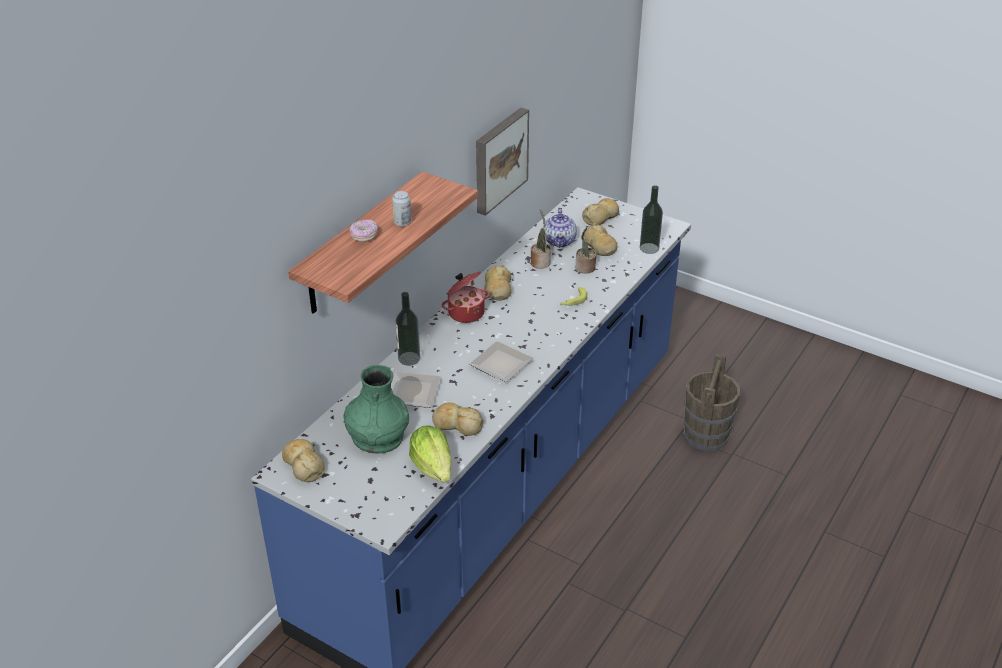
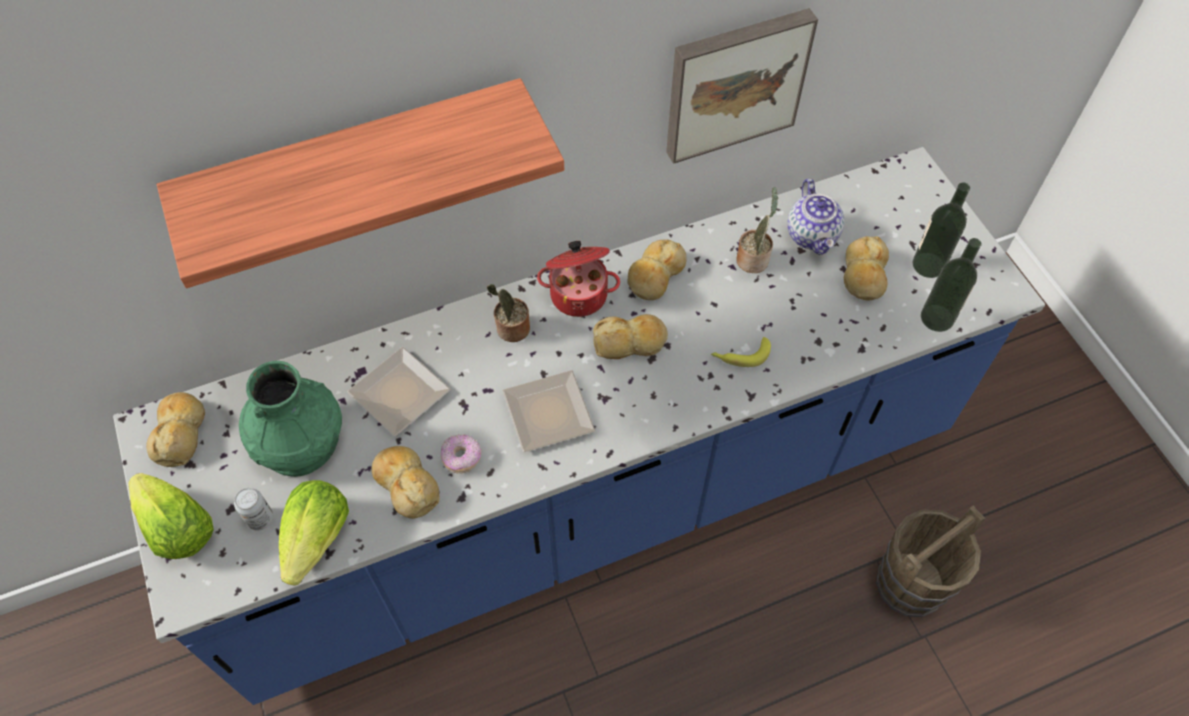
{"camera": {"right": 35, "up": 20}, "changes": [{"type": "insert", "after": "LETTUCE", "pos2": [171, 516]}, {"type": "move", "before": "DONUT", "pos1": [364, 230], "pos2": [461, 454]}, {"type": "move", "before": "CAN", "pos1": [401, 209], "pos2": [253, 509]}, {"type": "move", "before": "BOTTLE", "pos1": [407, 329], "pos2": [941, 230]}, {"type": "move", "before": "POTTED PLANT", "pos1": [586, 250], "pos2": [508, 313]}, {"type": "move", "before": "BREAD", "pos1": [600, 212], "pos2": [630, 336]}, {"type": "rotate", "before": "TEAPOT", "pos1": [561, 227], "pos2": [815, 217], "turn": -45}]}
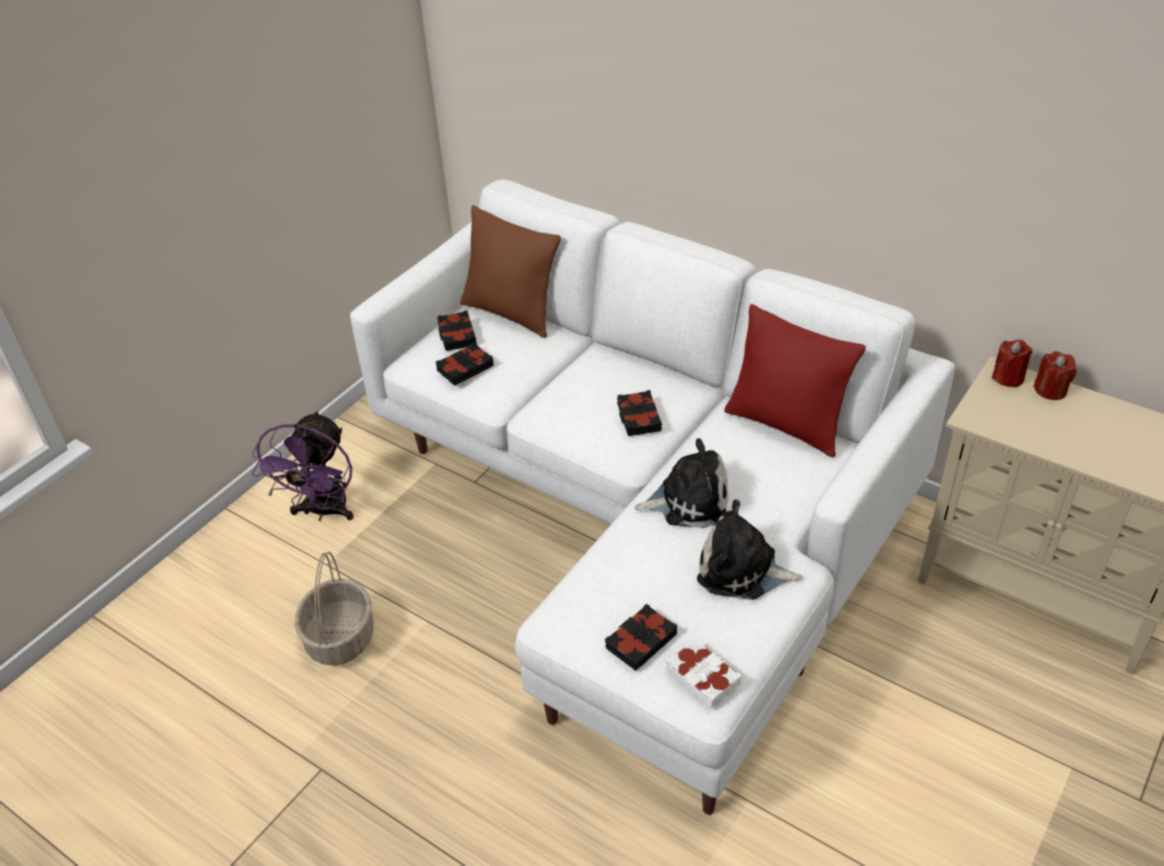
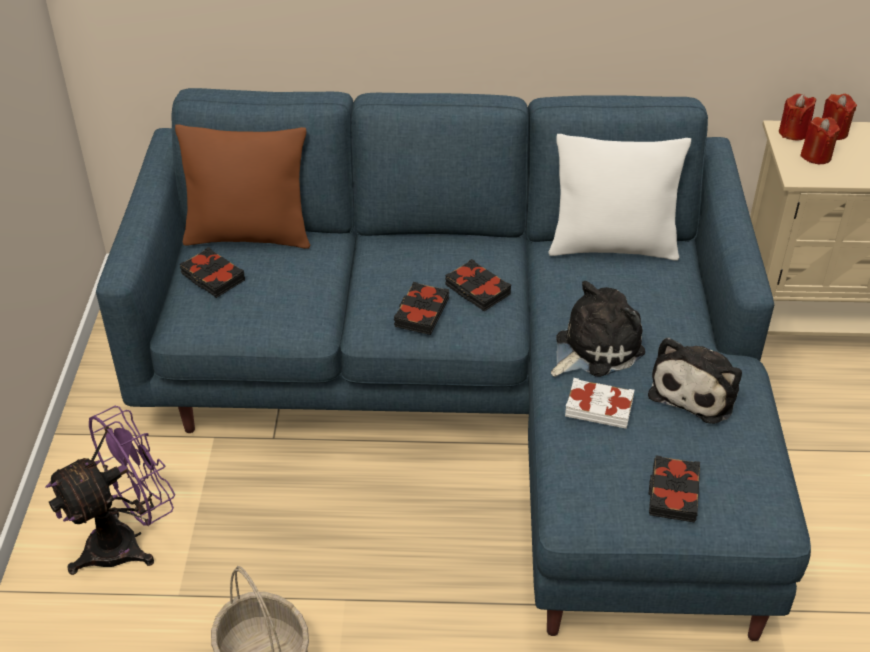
{"camera": {"right": -35, "up": 0}, "changes": [{"type": "insert", "after": "RED CANDLE", "pos2": [820, 140]}, {"type": "move", "before": "BLACK BOOK", "pos1": [465, 364], "pos2": [421, 308]}, {"type": "move", "before": "WHITE BOOK", "pos1": [704, 673], "pos2": [599, 403]}, {"type": "recolor", "before": "WHITE SOFA", "after": "BLUE SOFA", "pos1": [652, 497], "pos2": [453, 364]}, {"type": "recolor", "before": "RED PILLOW", "after": "WHITE PILLOW", "pos1": [795, 380], "pos2": [619, 197]}, {"type": "rotate", "before": "PURPLE FAN", "pos1": [303, 465], "pos2": [110, 490], "turn": -105}, {"type": "rotate", "before": "PLUSH TOY", "pos1": [750, 549], "pos2": [695, 380], "turn": -45}]}
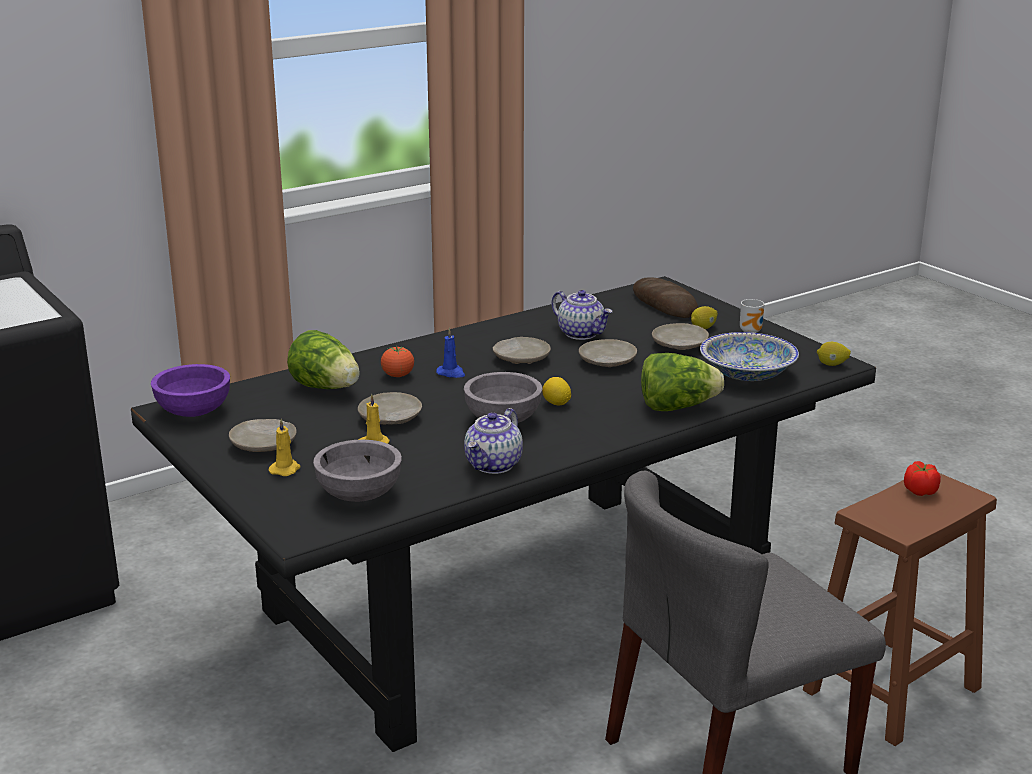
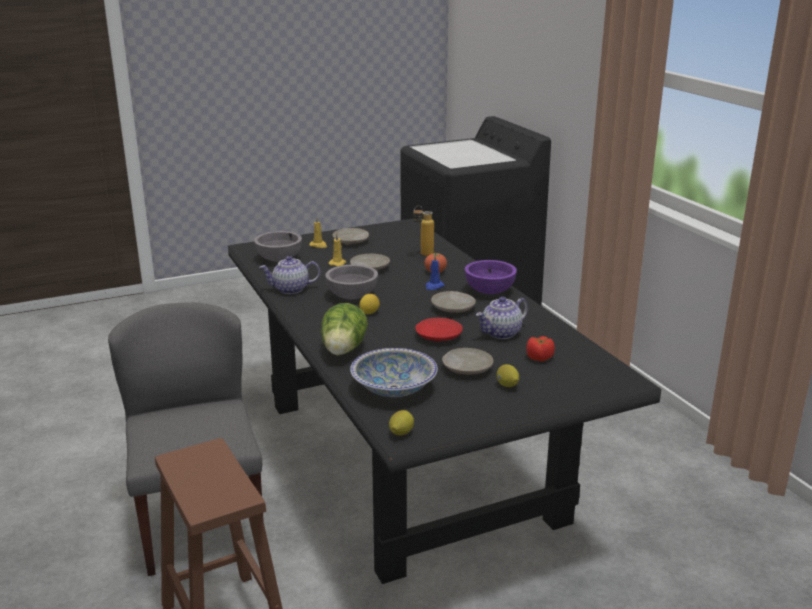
{"camera": {"right": 100, "up": 0}, "changes": [{"type": "delete", "before": "BREAD", "pos1": [665, 297]}, {"type": "delete", "before": "MUG", "pos1": [752, 316]}, {"type": "move", "before": "PURPLE BOWL", "pos1": [190, 390], "pos2": [491, 277]}, {"type": "move", "before": "TOMATO", "pos1": [922, 478], "pos2": [540, 348]}, {"type": "replace", "before": "LETTUCE", "after": "BOTTLE", "pos1": [323, 359], "pos2": [423, 230]}, {"type": "recolor", "before": "BEIGE PLATE", "after": "RED PLATE", "pos1": [608, 353], "pos2": [439, 330]}, {"type": "rotate", "before": "TEAPOT", "pos1": [493, 441], "pos2": [289, 275], "turn": -45}]}
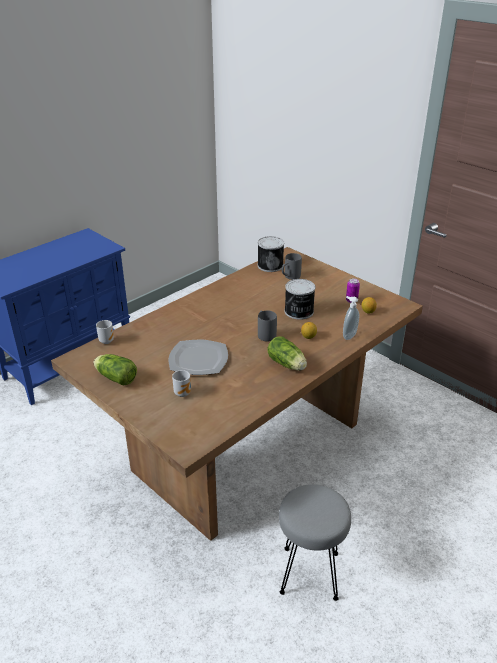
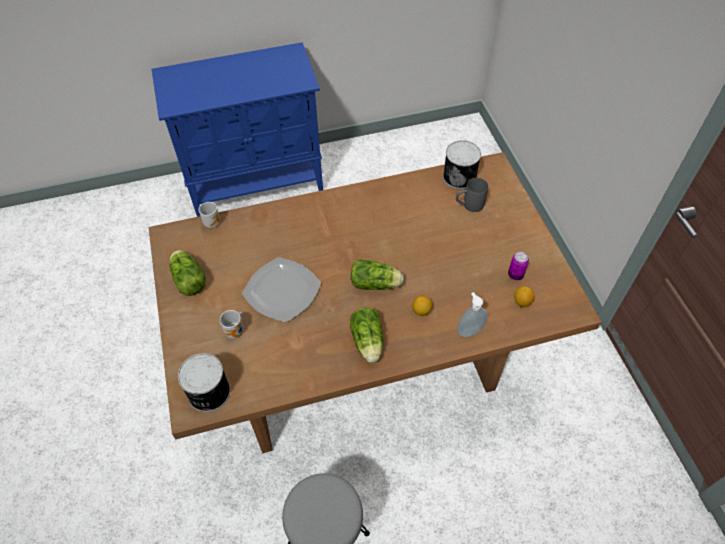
{"camera": {"right": 30, "up": 20}, "changes": [{"type": "move", "before": "CAN", "pos1": [300, 299], "pos2": [204, 382]}, {"type": "replace", "before": "GREY MUG", "after": "LETTUCE", "pos1": [267, 325], "pos2": [377, 274]}]}
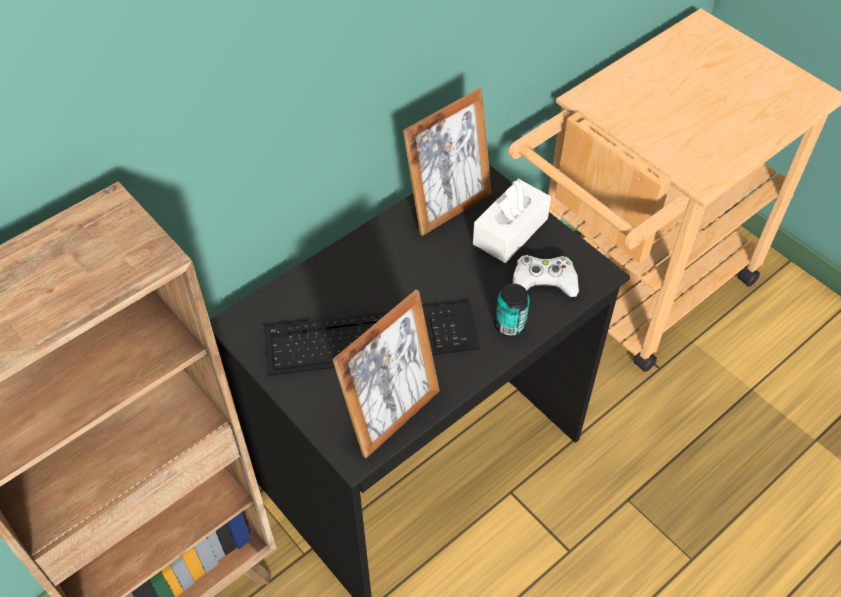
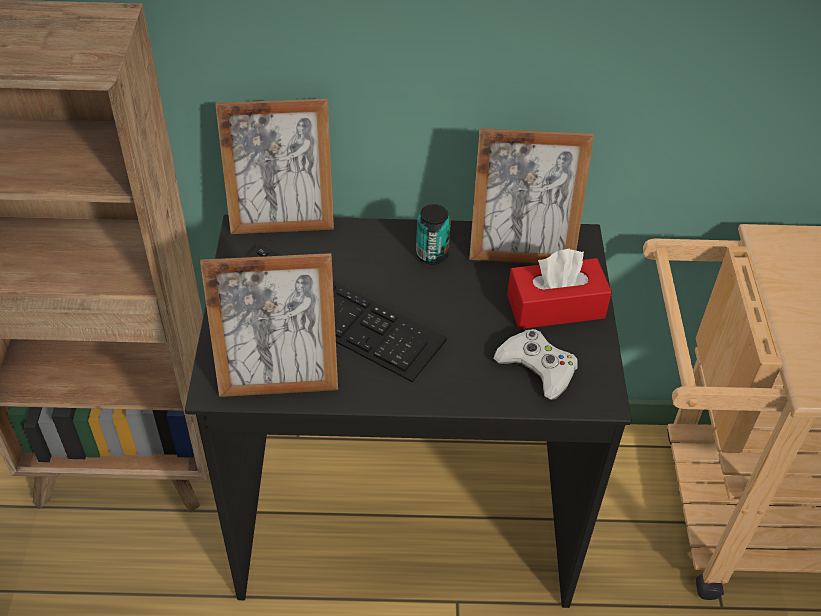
{"camera": {"right": 40, "up": -5}, "changes": [{"type": "insert", "after": "PICTURE FRAME", "pos2": [274, 166]}, {"type": "move", "before": "CAN", "pos1": [512, 310], "pos2": [433, 234]}, {"type": "recolor", "before": "WHITE TISSUE BOX", "after": "RED TISSUE BOX", "pos1": [512, 221], "pos2": [559, 289]}]}
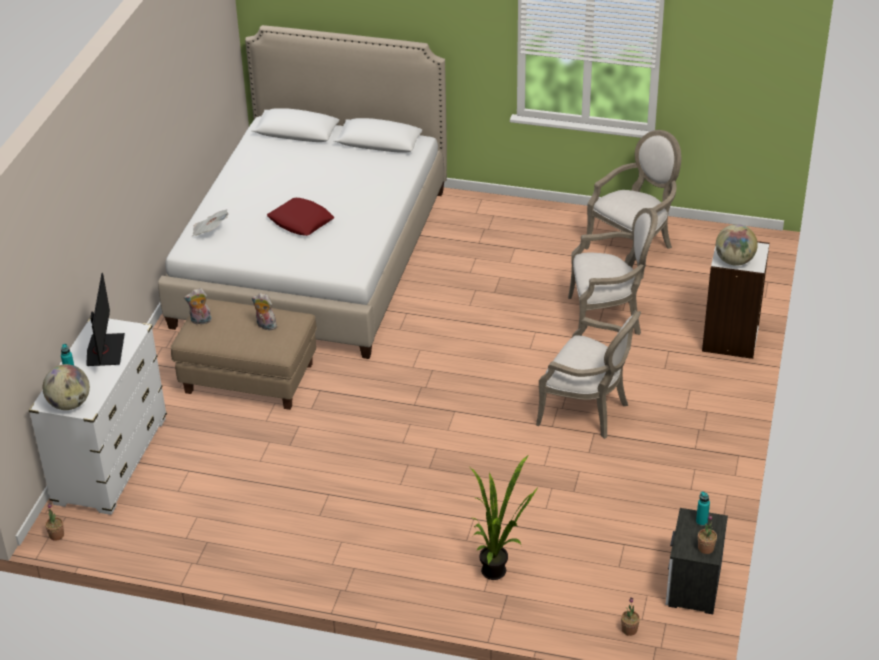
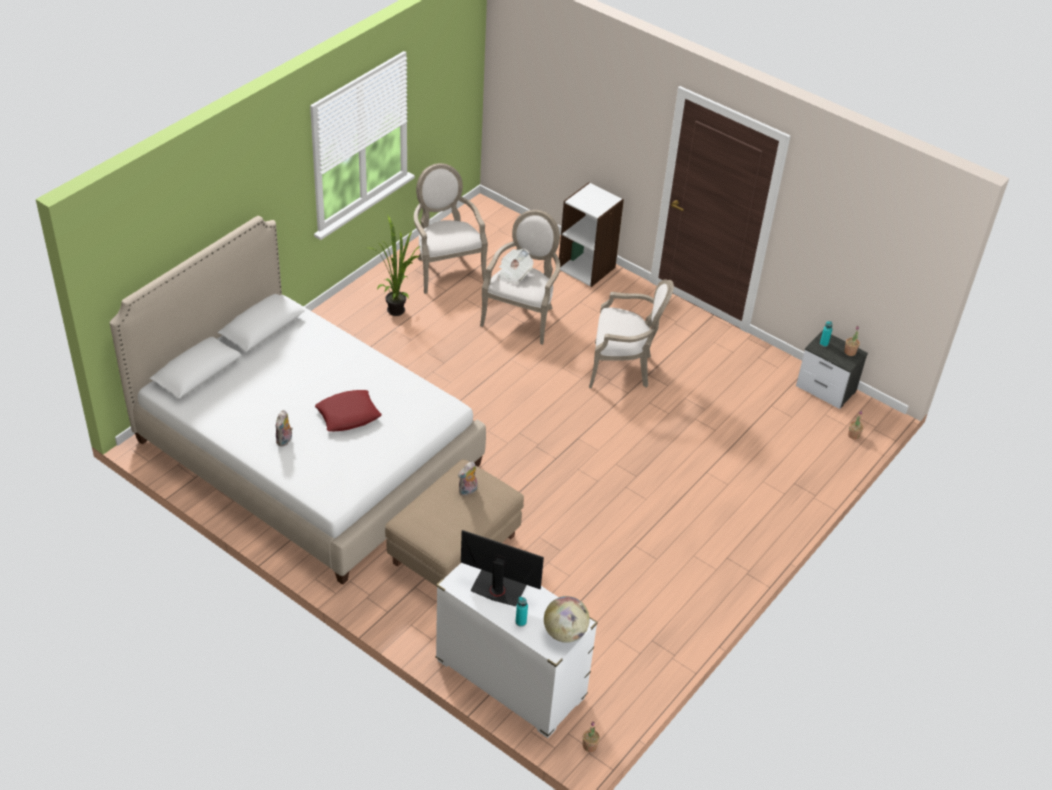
{"camera": {"right": -70, "up": 5}, "changes": [{"type": "delete", "before": "GLOBE", "pos1": [737, 245]}, {"type": "move", "before": "PLUSH TOY", "pos1": [198, 306], "pos2": [284, 428]}, {"type": "move", "before": "NEWSPAPER", "pos1": [210, 222], "pos2": [515, 266]}, {"type": "move", "before": "POTTED PLANT", "pos1": [505, 518], "pos2": [395, 266]}, {"type": "rotate", "before": "ARMCHAIR", "pos1": [588, 374], "pos2": [631, 333], "turn": 45}]}
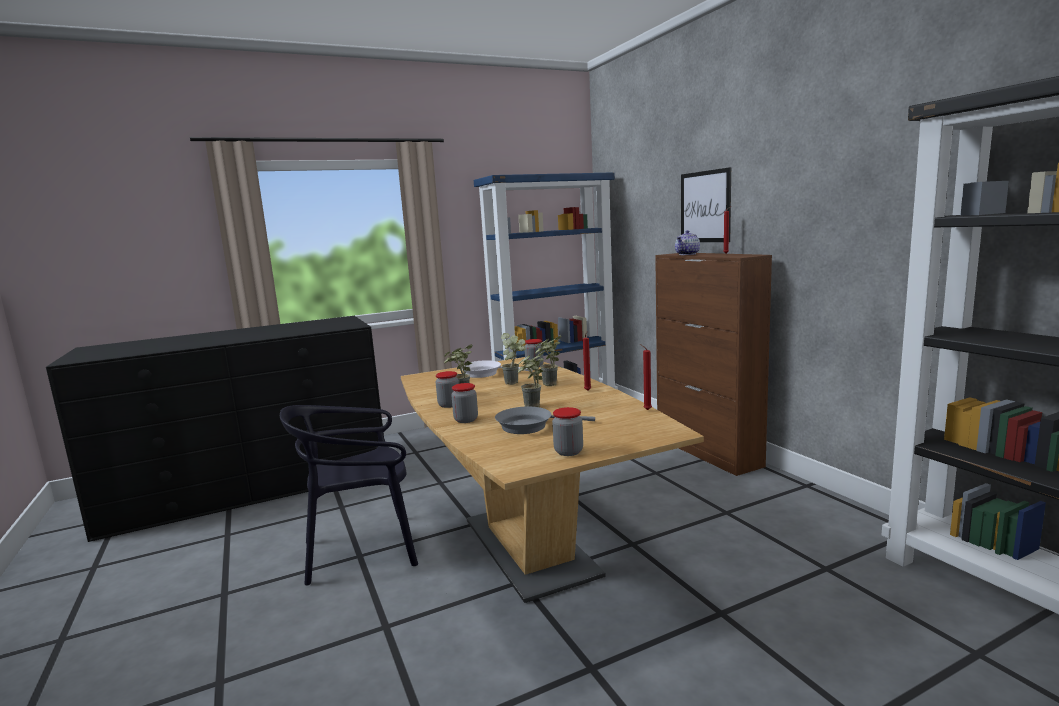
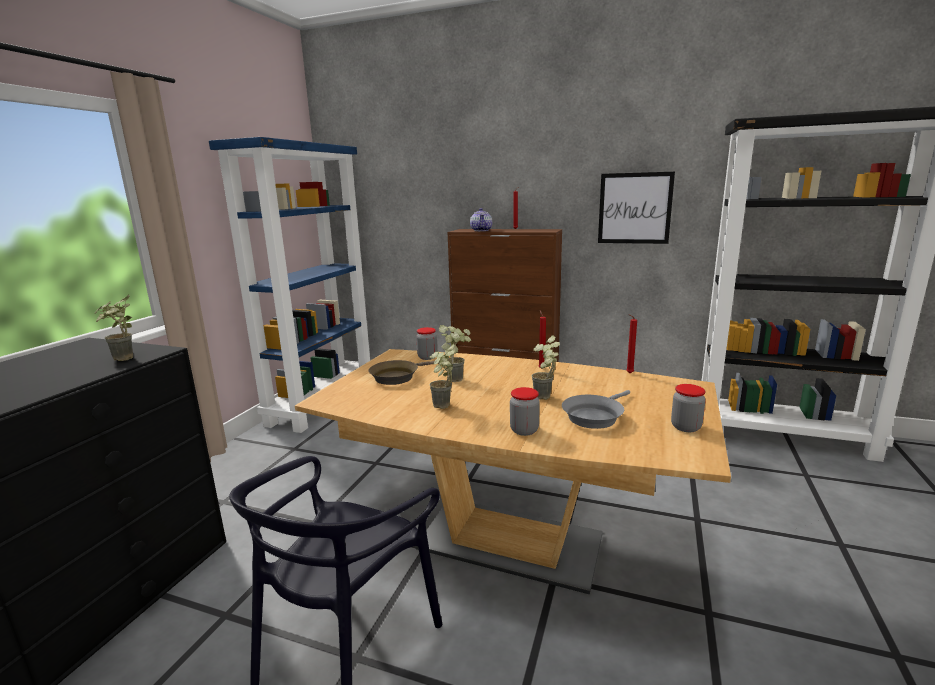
{"camera": {"right": -45, "up": 5}, "changes": [{"type": "delete", "before": "JAR", "pos1": [447, 389]}, {"type": "move", "before": "POTTED PLANT", "pos1": [548, 360], "pos2": [114, 328]}, {"type": "move", "before": "PICTURE", "pos1": [706, 204], "pos2": [636, 208]}, {"type": "recolor", "before": "WHITE FRYING PAN", "after": "BROWN FRYING PAN", "pos1": [497, 369], "pos2": [403, 372]}]}
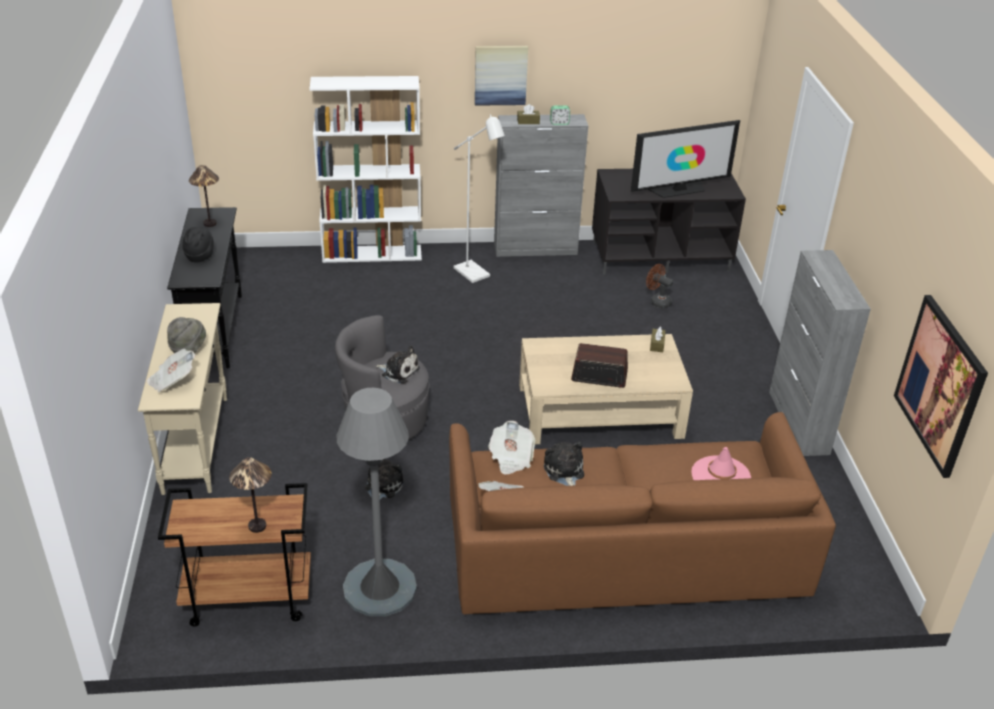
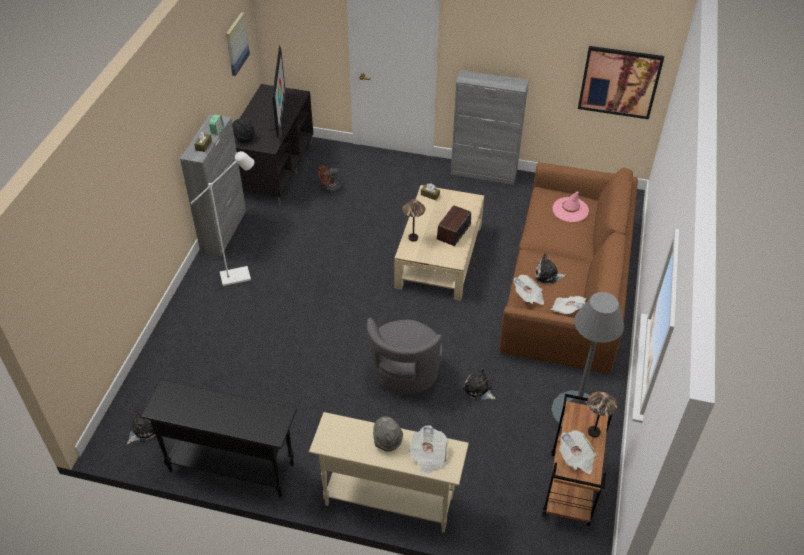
{"camera": {"right": -70, "up": 10}, "changes": [{"type": "delete", "before": "WHITE BOOKCASE", "pos1": [366, 169]}, {"type": "insert", "after": "NEWSPAPER", "pos2": [577, 452]}, {"type": "move", "before": "BLACK HAT", "pos1": [198, 245], "pos2": [243, 130]}, {"type": "move", "before": "TABLE LAMP", "pos1": [204, 196], "pos2": [414, 220]}, {"type": "move", "before": "PLUSH TOY", "pos1": [398, 364], "pos2": [141, 426]}, {"type": "move", "before": "PICTURE", "pos1": [501, 76], "pos2": [238, 44]}]}
